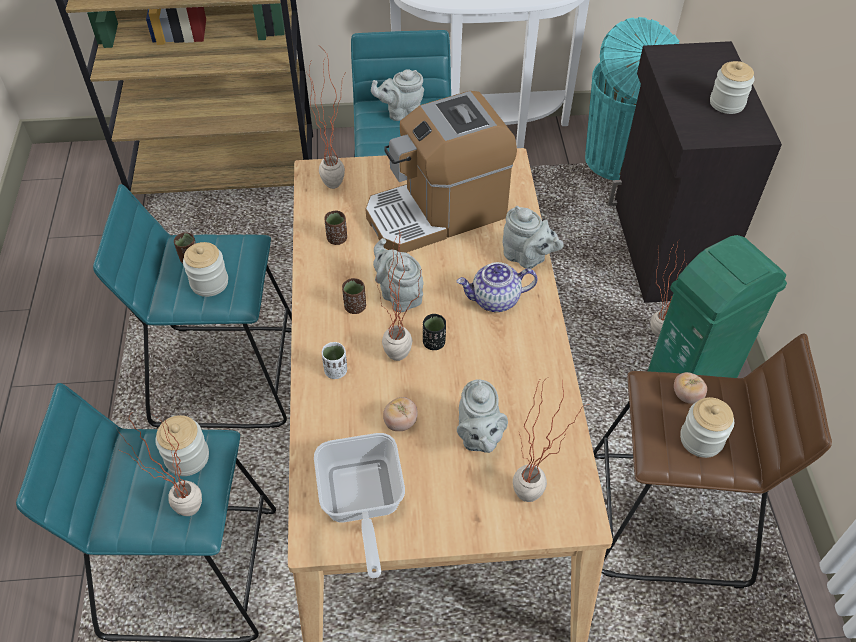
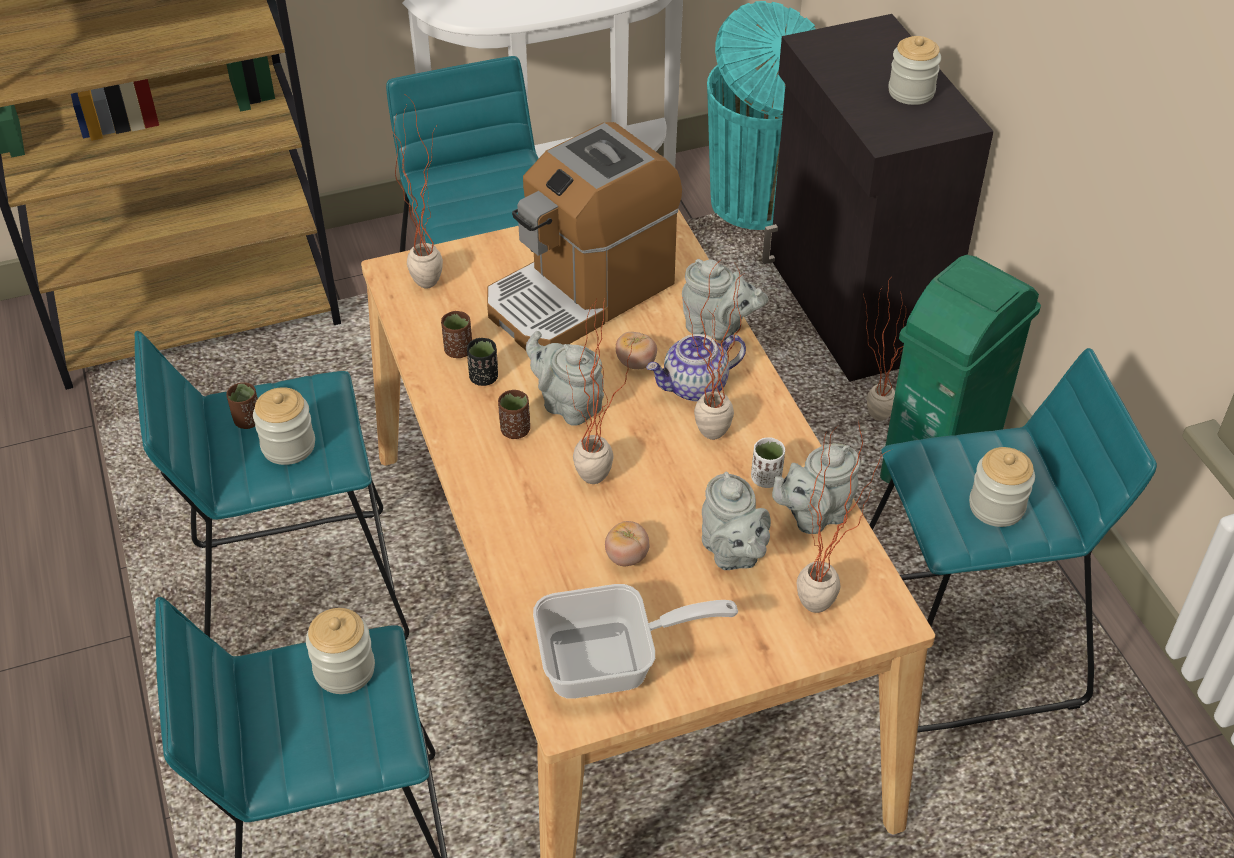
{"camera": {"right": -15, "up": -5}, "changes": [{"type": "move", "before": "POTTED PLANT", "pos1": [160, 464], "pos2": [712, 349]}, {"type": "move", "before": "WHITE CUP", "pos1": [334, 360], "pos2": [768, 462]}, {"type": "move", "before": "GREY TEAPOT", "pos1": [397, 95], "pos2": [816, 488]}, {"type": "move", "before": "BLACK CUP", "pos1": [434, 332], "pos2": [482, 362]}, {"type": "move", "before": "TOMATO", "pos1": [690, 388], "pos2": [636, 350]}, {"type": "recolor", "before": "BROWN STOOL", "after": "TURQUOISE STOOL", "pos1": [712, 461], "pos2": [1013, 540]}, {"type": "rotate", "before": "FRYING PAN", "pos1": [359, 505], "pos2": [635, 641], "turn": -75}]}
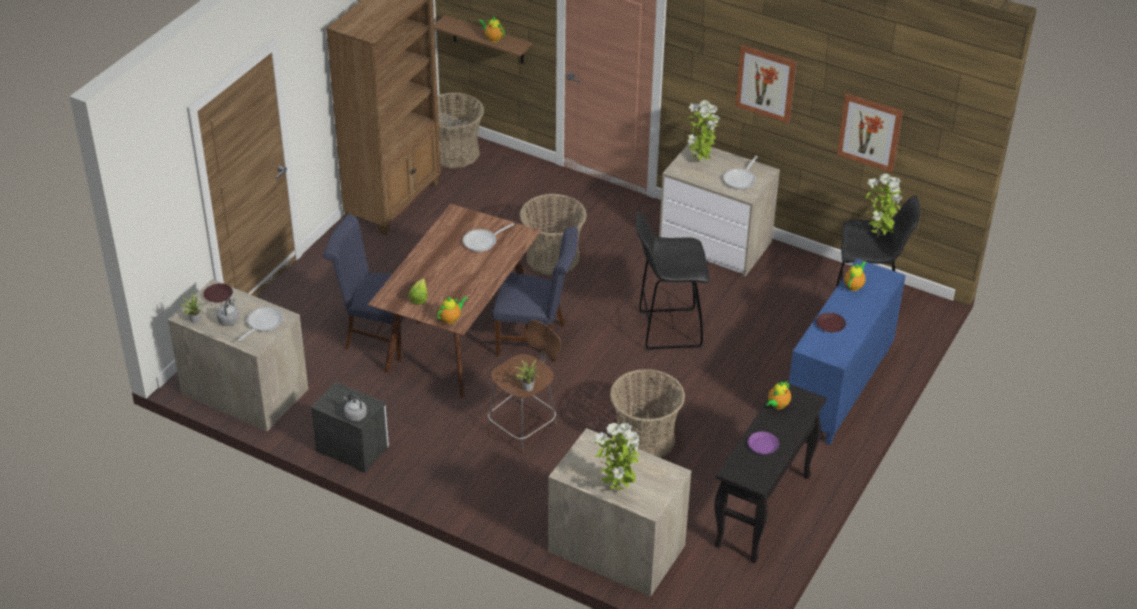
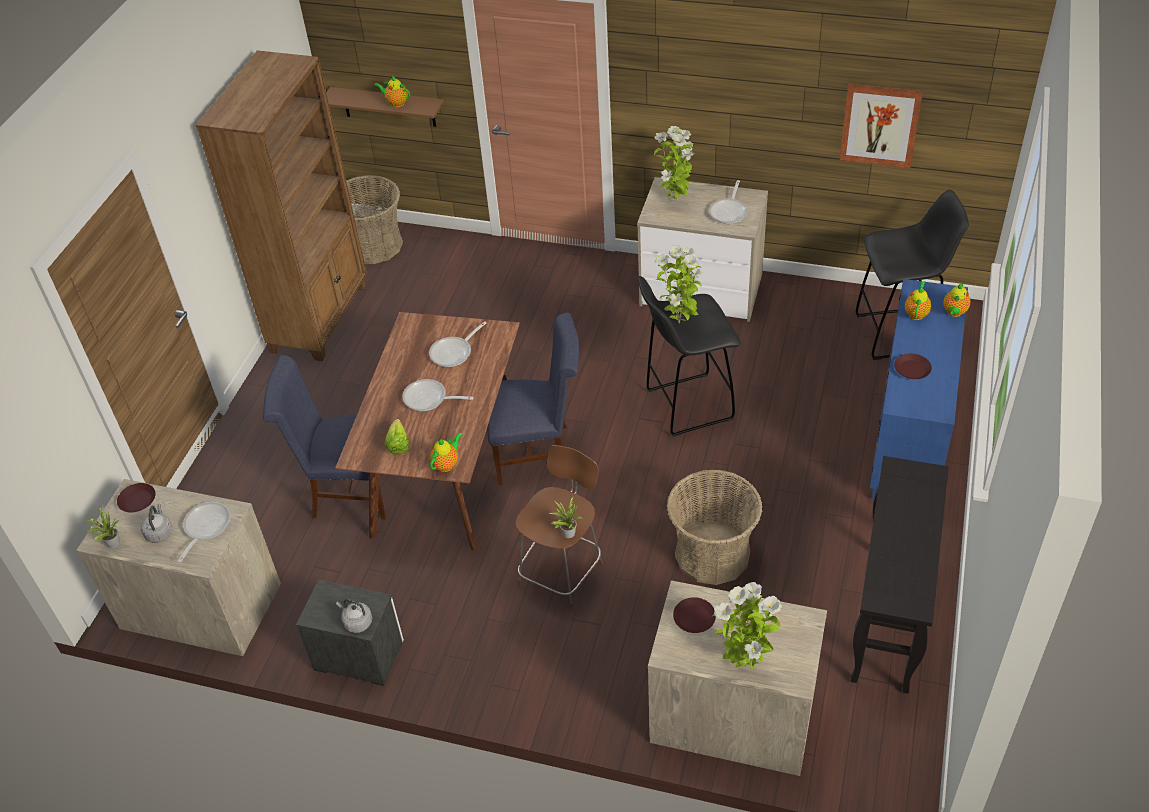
{"camera": {"right": -10, "up": 5}, "changes": [{"type": "delete", "before": "BASKET", "pos1": [553, 234]}, {"type": "delete", "before": "PICTURE", "pos1": [766, 84]}, {"type": "delete", "before": "PURPLE PLATE", "pos1": [763, 443]}, {"type": "insert", "after": "FRYING PAN", "pos2": [438, 395]}, {"type": "insert", "after": "BROWN PLATE", "pos2": [694, 615]}, {"type": "move", "before": "TEAPOT", "pos1": [778, 395], "pos2": [956, 300]}, {"type": "move", "before": "POTTED PLANT", "pos1": [884, 206], "pos2": [678, 284]}]}
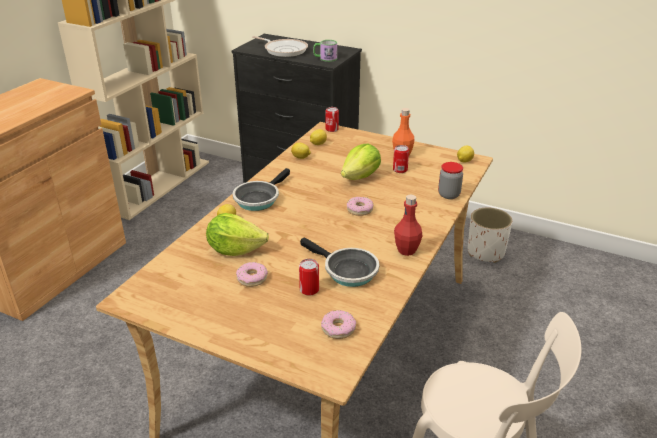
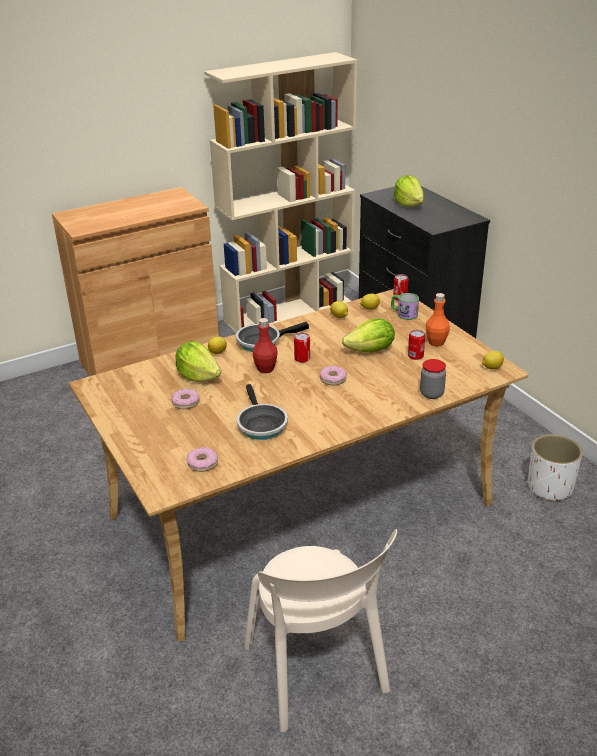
{"camera": {"right": 35, "up": 0}, "changes": [{"type": "move", "before": "CAN", "pos1": [309, 277], "pos2": [302, 348]}, {"type": "move", "before": "MUG", "pos1": [325, 51], "pos2": [405, 306]}, {"type": "move", "before": "RED BOTTLE", "pos1": [408, 225], "pos2": [265, 345]}, {"type": "replace", "before": "FRYING PAN", "after": "LETTUCE", "pos1": [280, 46], "pos2": [409, 191]}]}
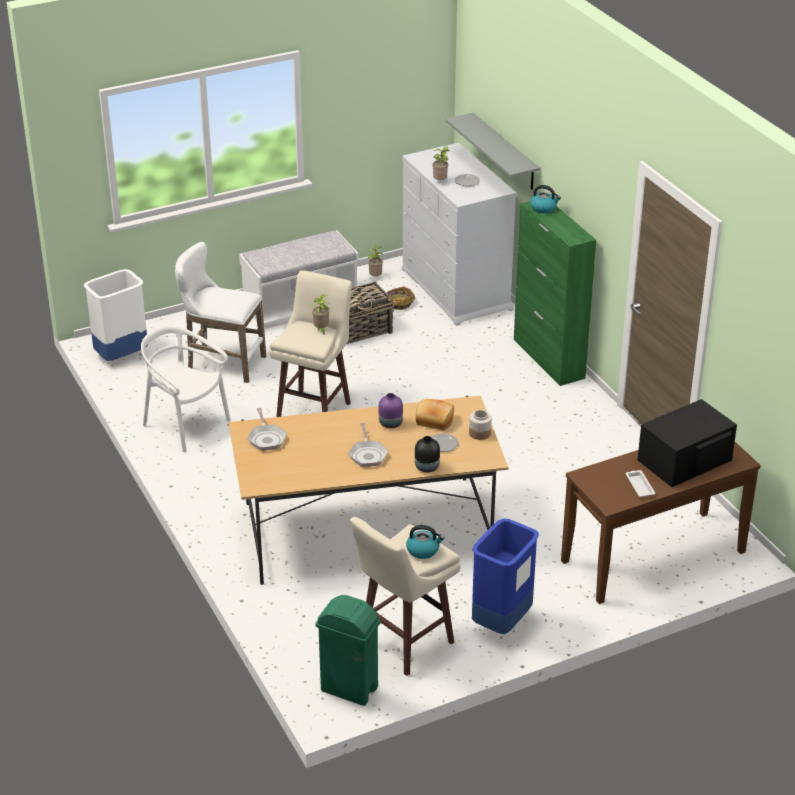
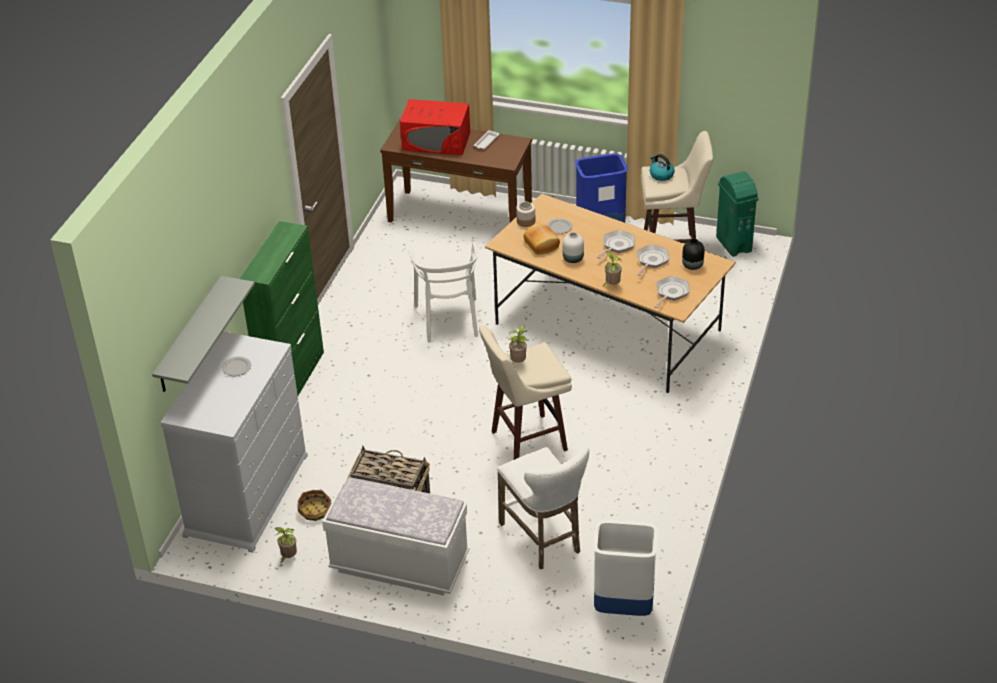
{"camera": {"right": -135, "up": 5}, "changes": [{"type": "delete", "before": "KETTLE", "pos1": [545, 199]}, {"type": "insert", "after": "FRYING PAN", "pos2": [653, 260]}, {"type": "move", "before": "WHITE CHAIR", "pos1": [186, 389], "pos2": [443, 292]}, {"type": "move", "before": "BLACK VASE", "pos1": [427, 454], "pos2": [693, 254]}, {"type": "move", "before": "POTTED PLANT", "pos1": [441, 163], "pos2": [612, 268]}, {"type": "recolor", "before": "PURPLE VASE", "after": "WHITE VASE", "pos1": [391, 410], "pos2": [573, 247]}, {"type": "recolor", "before": "BLACK MICROWAVE", "after": "RED MICROWAVE", "pos1": [687, 443], "pos2": [435, 127]}]}
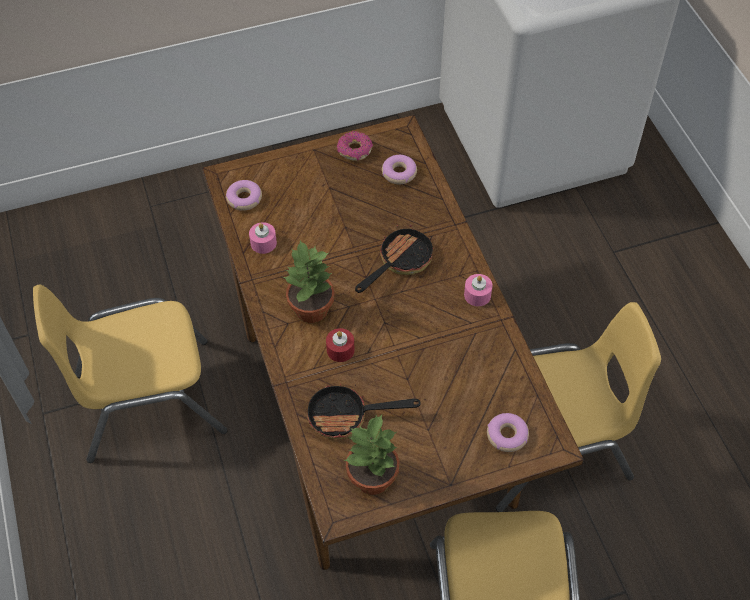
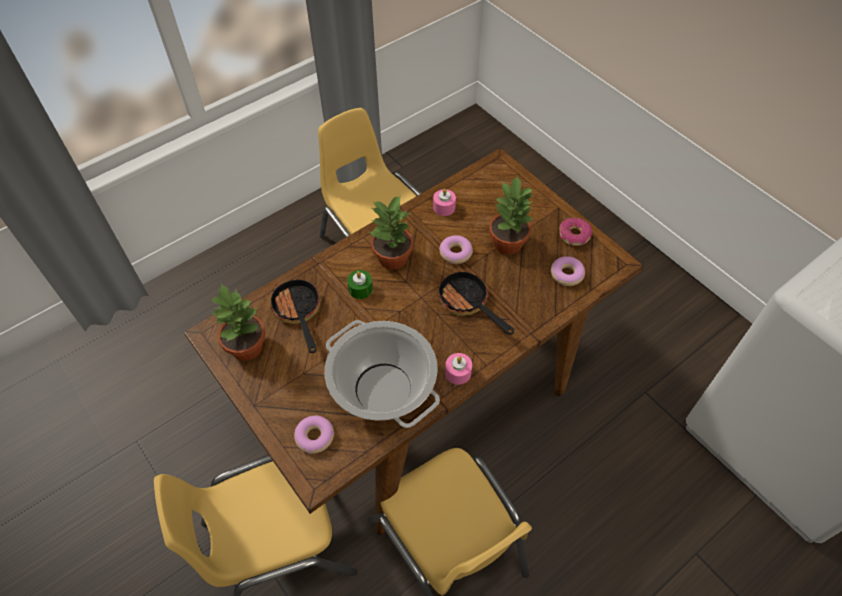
{"camera": {"right": 70, "up": 0}, "changes": [{"type": "insert", "after": "COOKING POT", "pos2": [382, 374]}, {"type": "insert", "after": "POTTED PLANT", "pos2": [511, 215]}, {"type": "move", "before": "DONUT", "pos1": [244, 195], "pos2": [456, 249]}, {"type": "recolor", "before": "RED CANDLE", "after": "GREEN CANDLE", "pos1": [340, 345], "pos2": [360, 284]}, {"type": "rotate", "before": "FRYING PAN", "pos1": [394, 259], "pos2": [475, 302], "turn": -150}]}
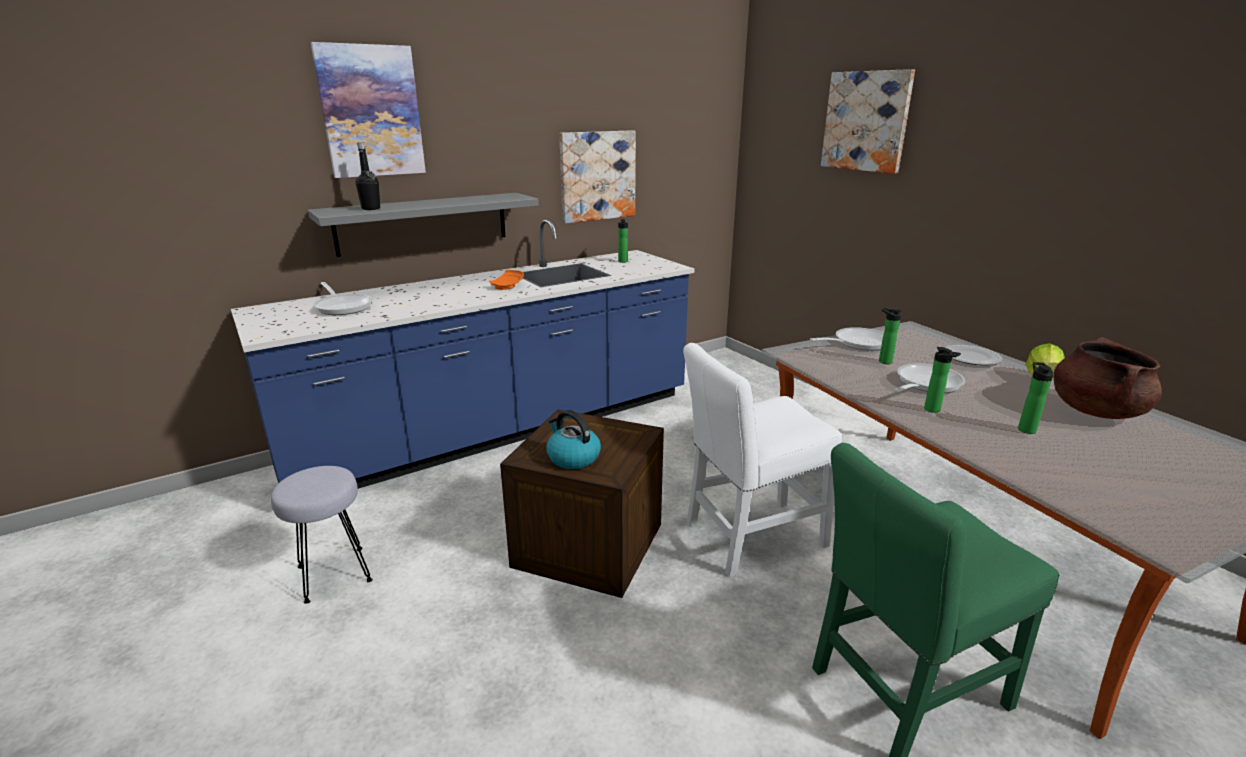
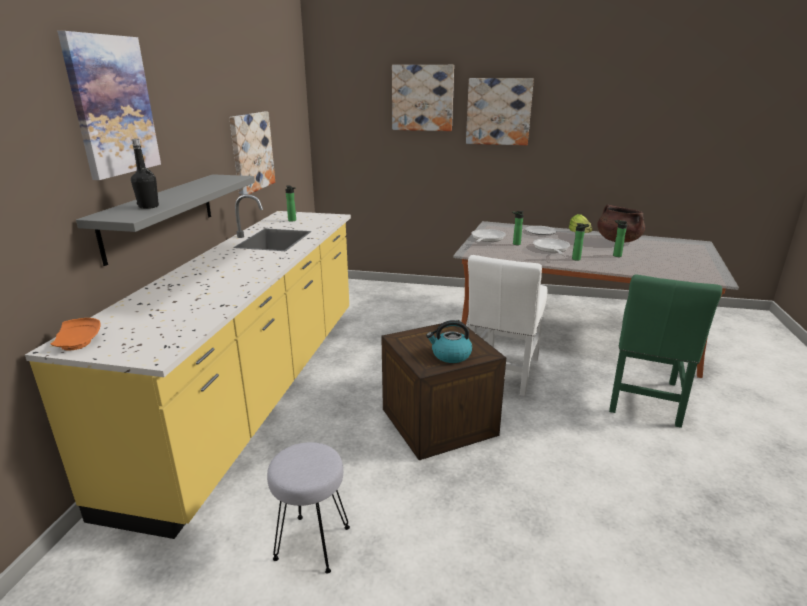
{"camera": {"right": -45, "up": 0}, "changes": [{"type": "delete", "before": "FRYING PAN", "pos1": [343, 298]}, {"type": "insert", "after": "PICTURE", "pos2": [500, 111]}, {"type": "move", "before": "ORANGE PLATE", "pos1": [506, 280], "pos2": [76, 334]}, {"type": "recolor", "before": "BLUE COUNTER", "after": "YELLOW COUNTER", "pos1": [462, 354], "pos2": [188, 366]}]}
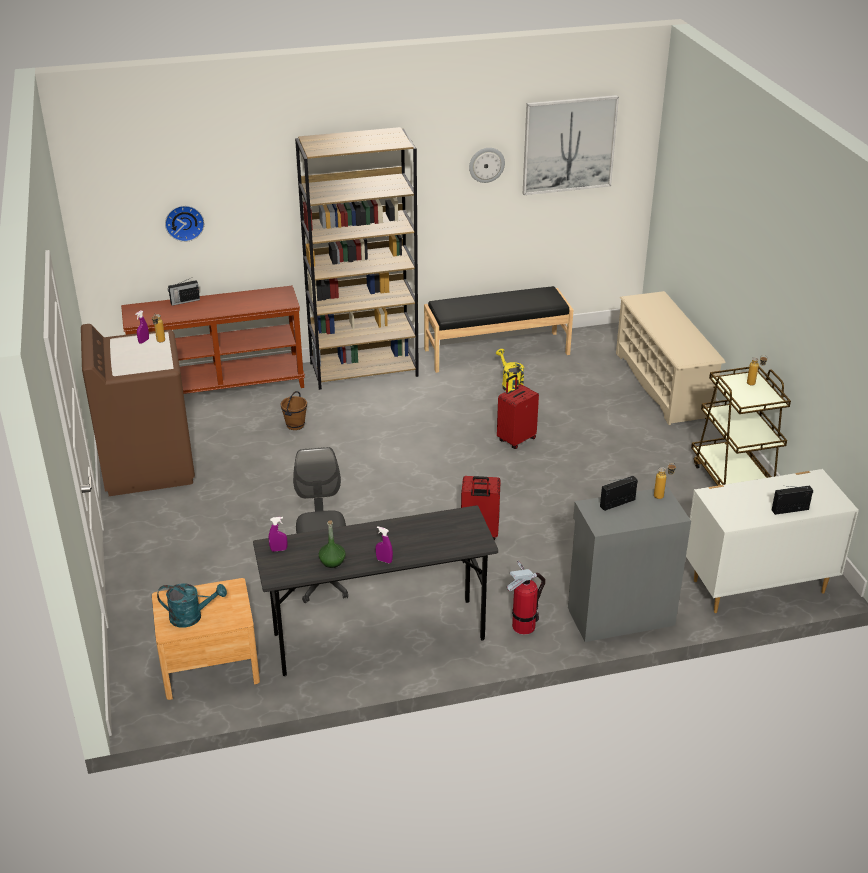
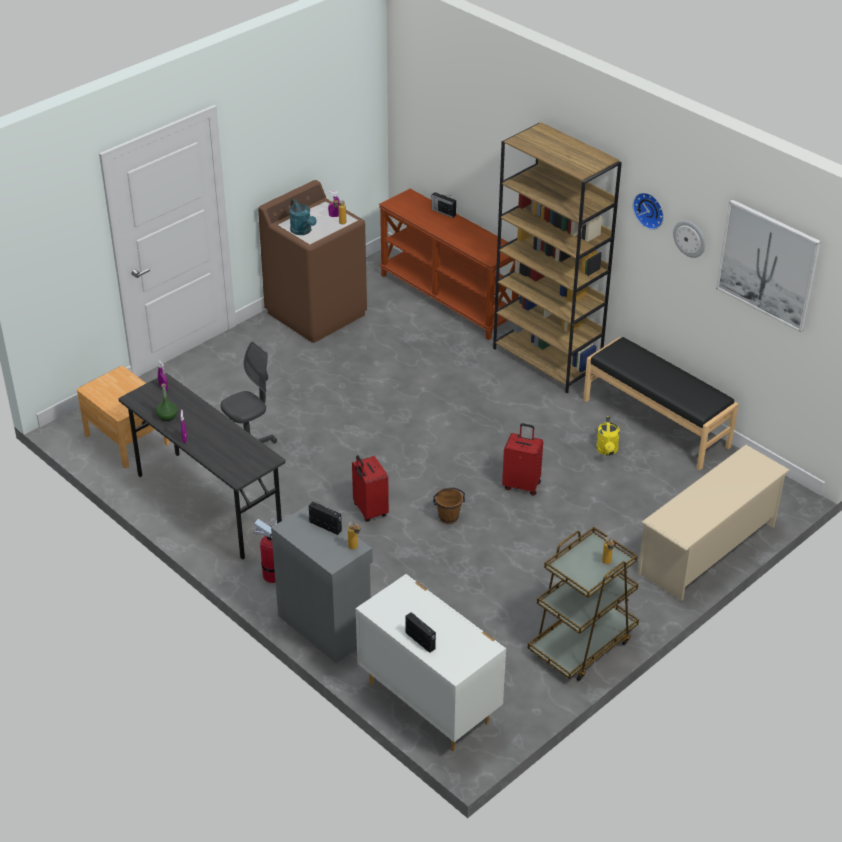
{"camera": {"right": 60, "up": 5}, "changes": [{"type": "move", "before": "TURQUOISE WATERING CAN", "pos1": [192, 605], "pos2": [303, 217]}, {"type": "move", "before": "WALL CLOCK", "pos1": [184, 224], "pos2": [648, 211]}, {"type": "move", "before": "BROWN BUCKET", "pos1": [293, 410], "pos2": [449, 506]}, {"type": "rotate", "before": "YELLOW WATERING CAN", "pos1": [510, 370], "pos2": [608, 436], "turn": 150}]}
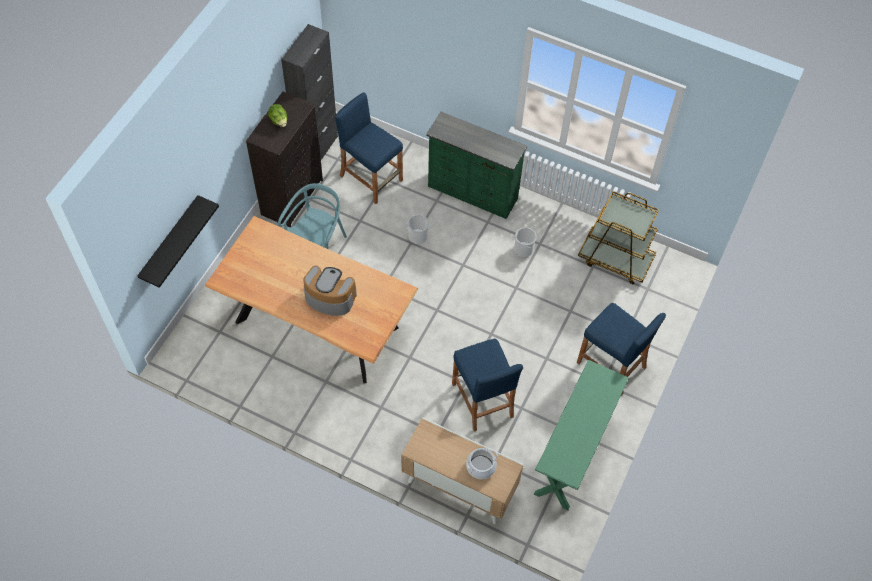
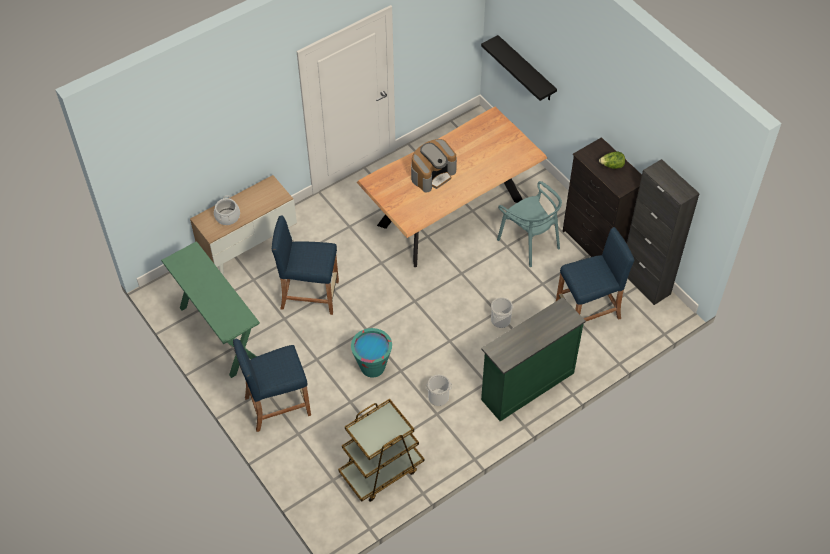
{"camera": {"right": 120, "up": -5}, "changes": [{"type": "insert", "after": "TURQUOISE BUCKET", "pos2": [371, 352]}]}
